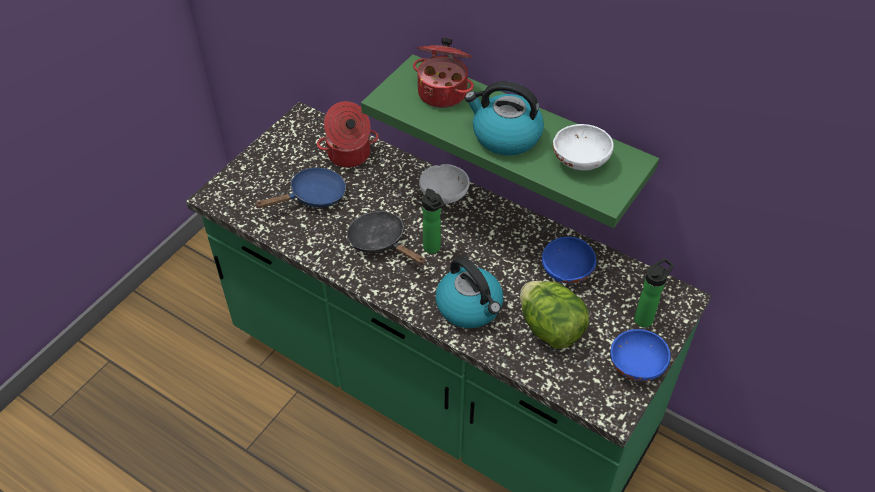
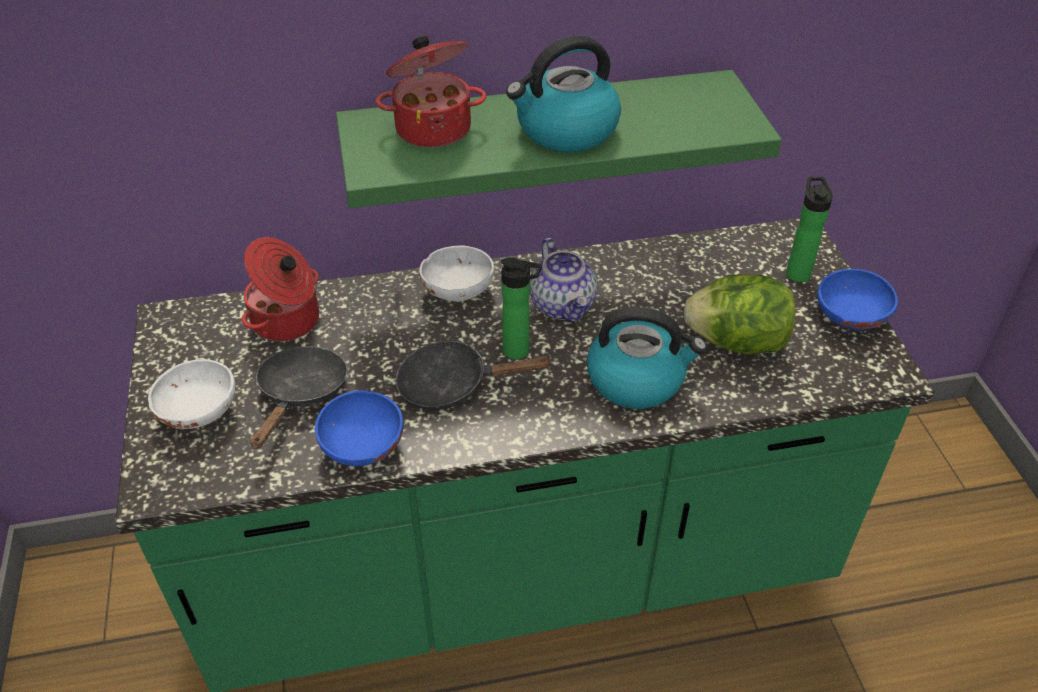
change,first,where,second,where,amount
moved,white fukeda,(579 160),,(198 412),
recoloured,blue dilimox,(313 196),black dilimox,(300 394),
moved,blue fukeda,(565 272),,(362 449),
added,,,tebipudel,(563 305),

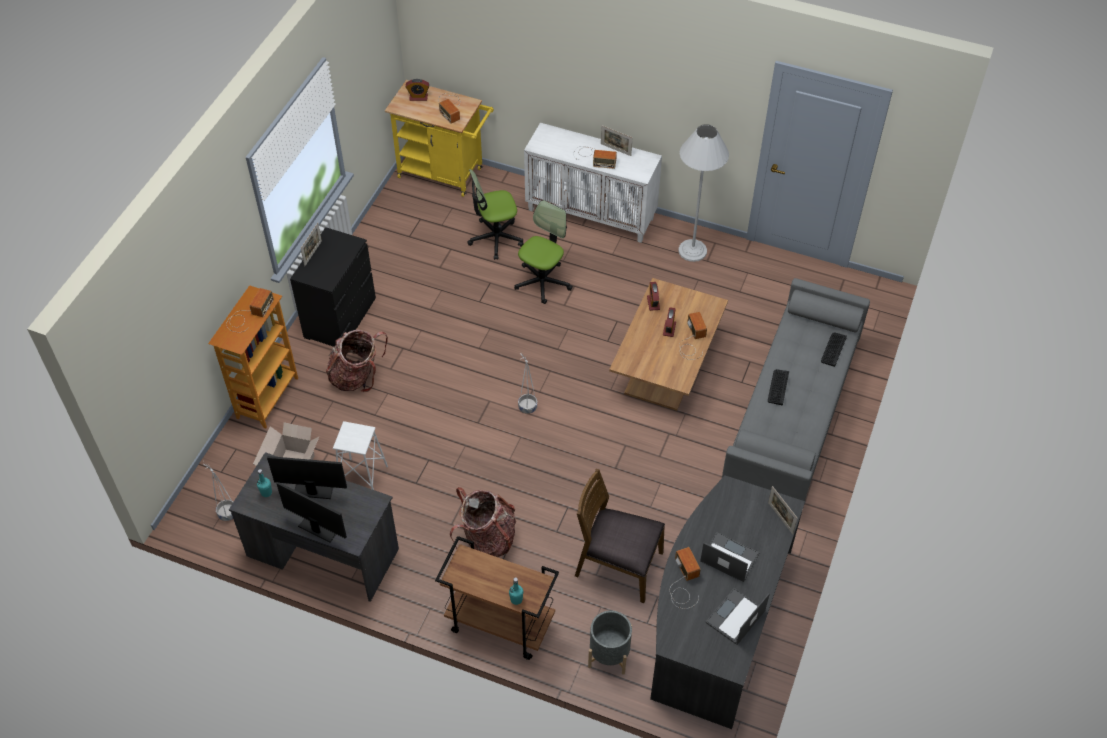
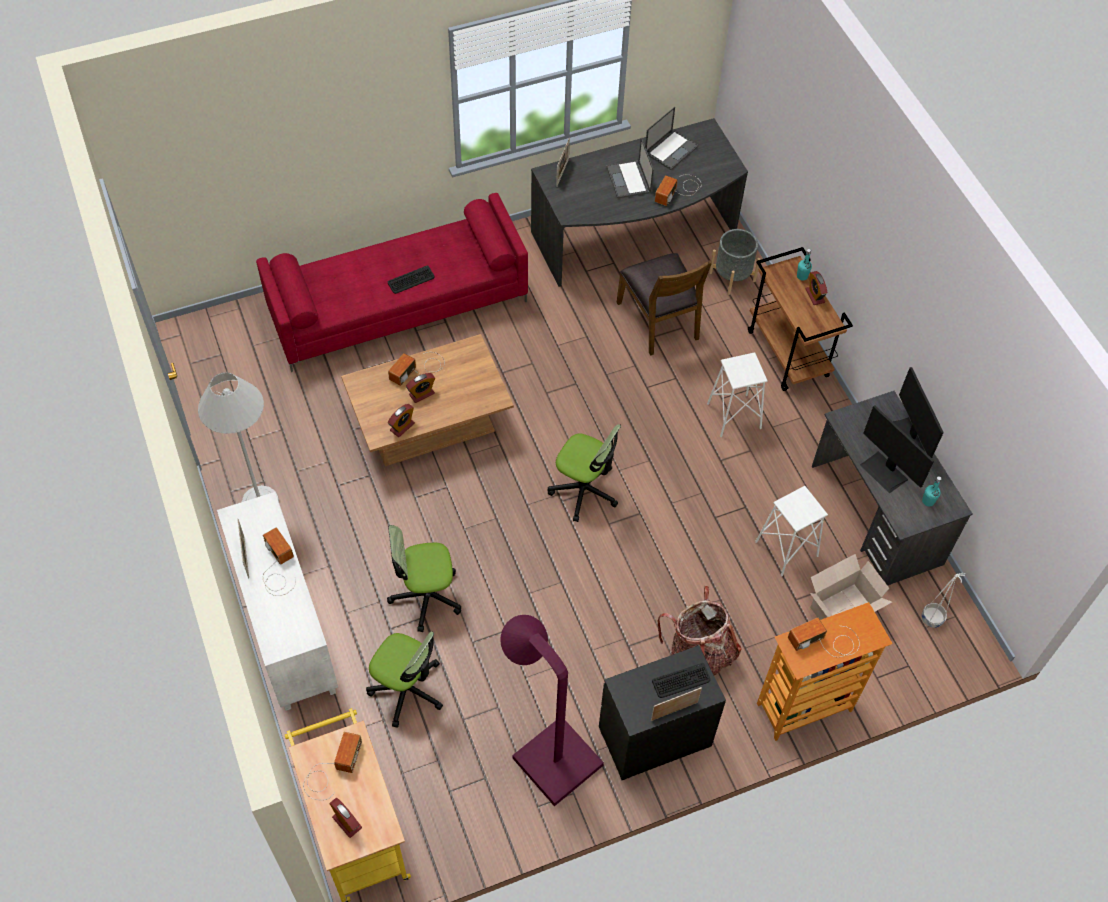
change,first,where,second,where,amount
recoloured,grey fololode,(791 417),red fololode,(399 305),
moved,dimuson,(833 349),,(681 681),
replaced,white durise,(527 407),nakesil,(584 490),
replaced,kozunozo,(487 539),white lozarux,(734 416),
turned,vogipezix,(735 617),,(671 149),45 degrees counterclockwise
added,,,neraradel,(815 296),
added,,,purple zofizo,(549 752),

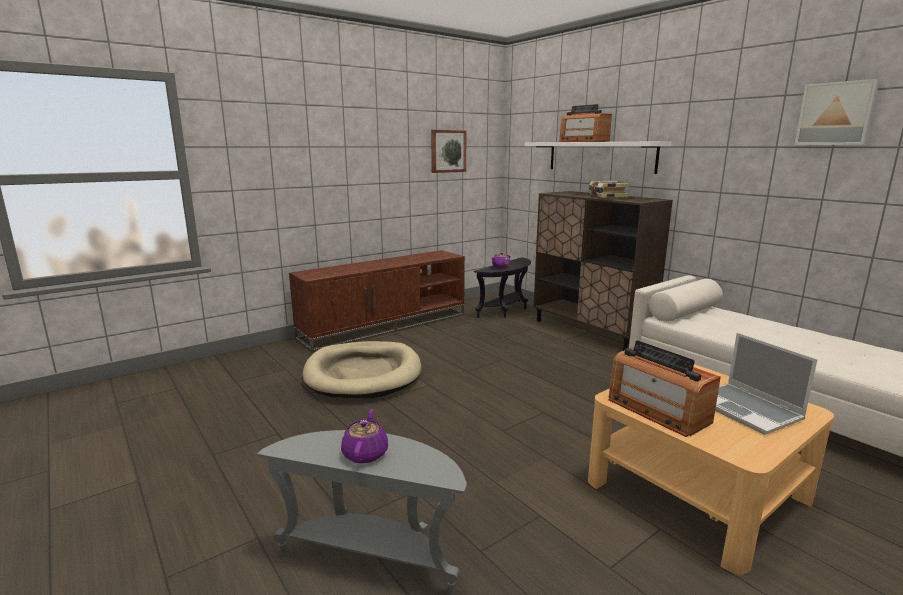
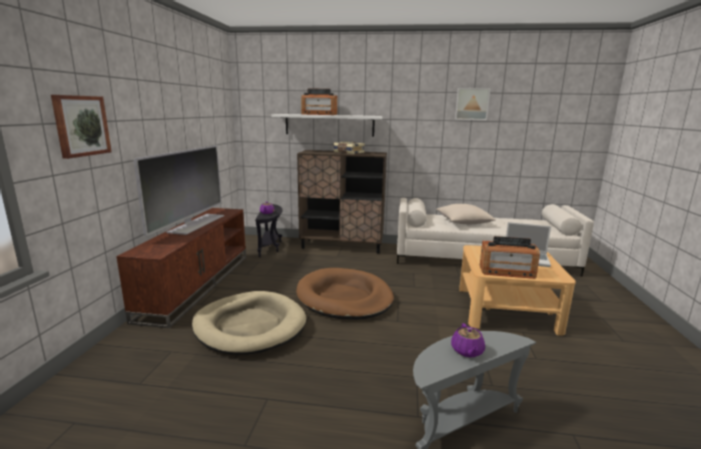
change,first,where,second,where,amount
moved,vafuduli,(448 151),,(81 125),
turned,purple tebipudel,(365 453),,(467 351),135 degrees counterclockwise
added,,,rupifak,(195 223),
added,,,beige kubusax,(463 222),
added,,,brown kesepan,(344 297),

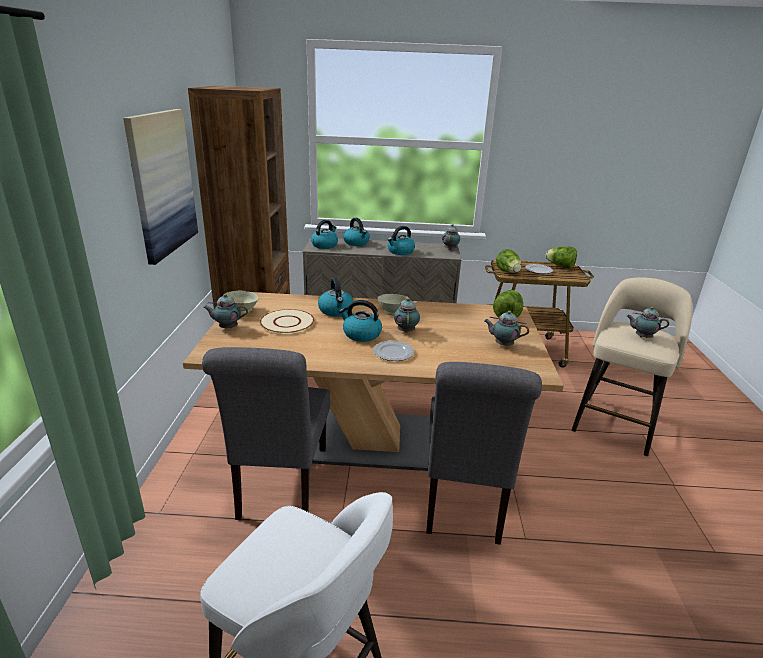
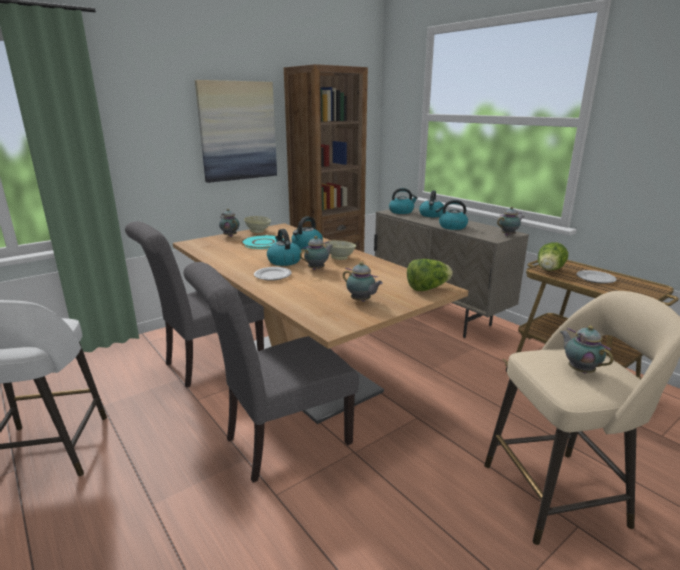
change,first,where,second,where,amount
removed,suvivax,(560 266),,,
recoloured,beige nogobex,(287 322),turquoise nogobex,(263 243),
turned,tebipudel,(502 344),,(361 301),150 degrees clockwise

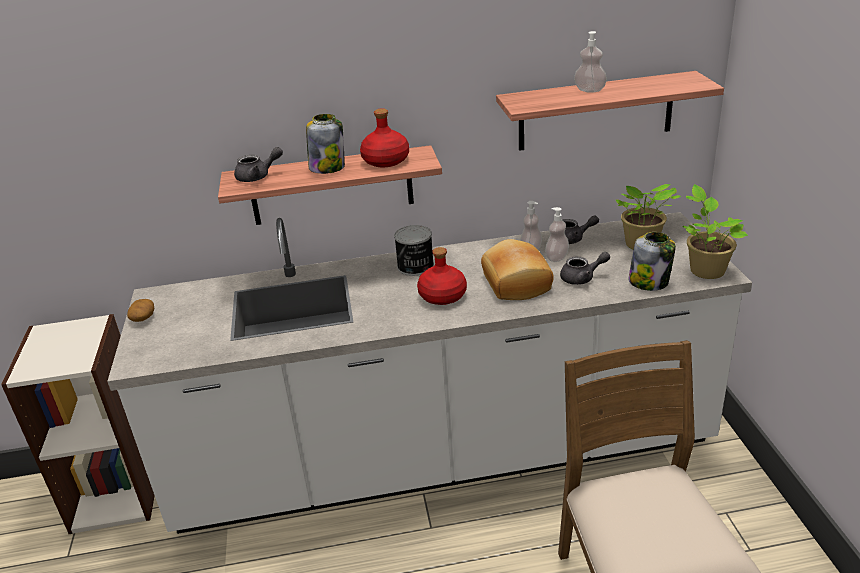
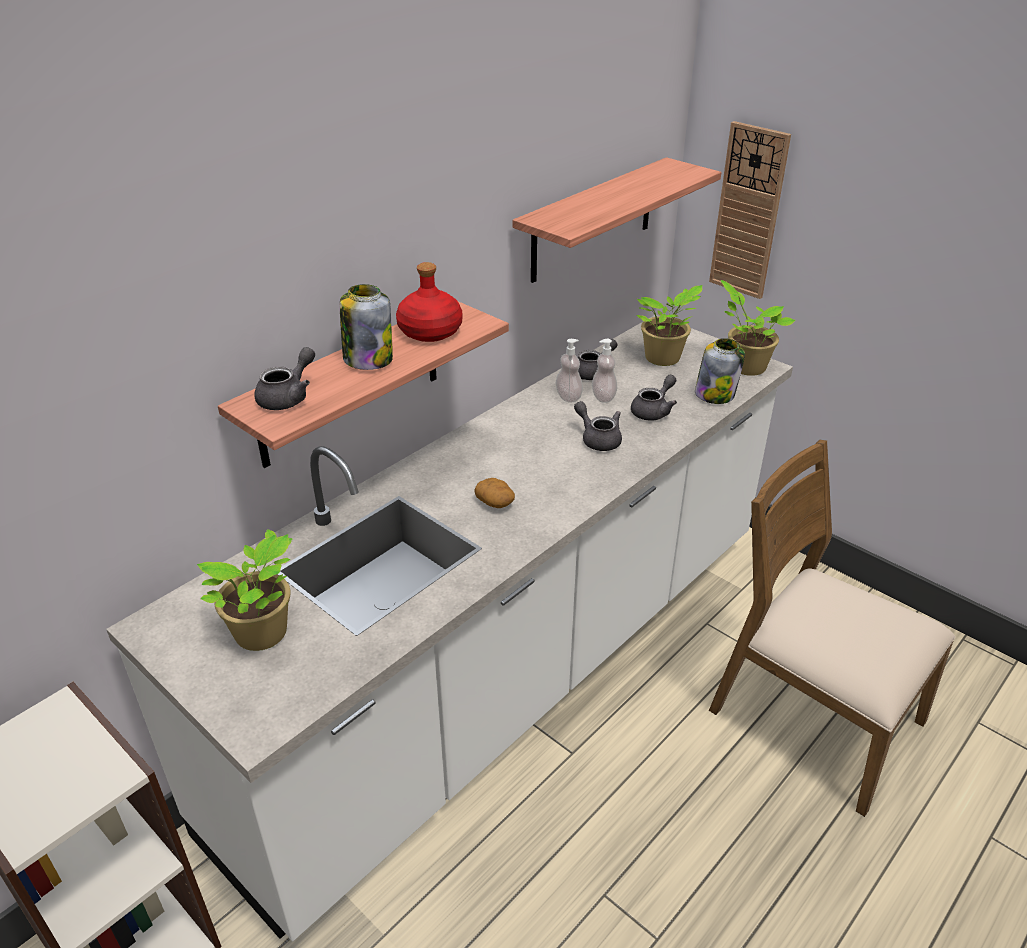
change,first,where,second,where,amount
removed,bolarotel,(589 90),,,
removed,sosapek,(415 267),,,
replaced,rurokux,(514 283),grey tebipudel,(598 439),
removed,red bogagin,(442 296),,,
moved,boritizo,(143 318),,(495 502),
added,,,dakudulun,(748 212),
added,,,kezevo,(264 635),

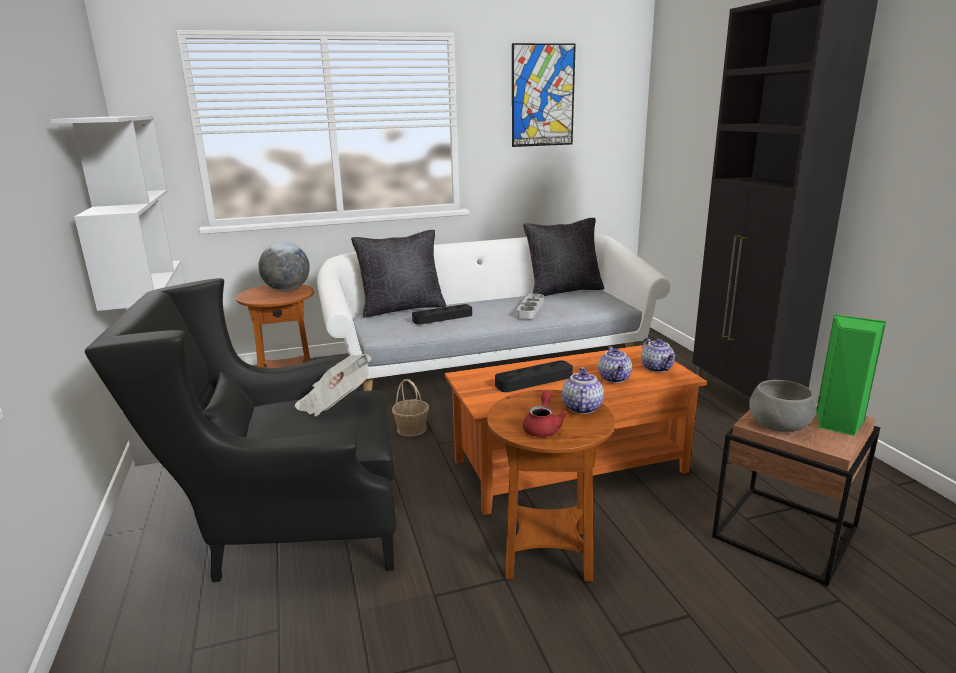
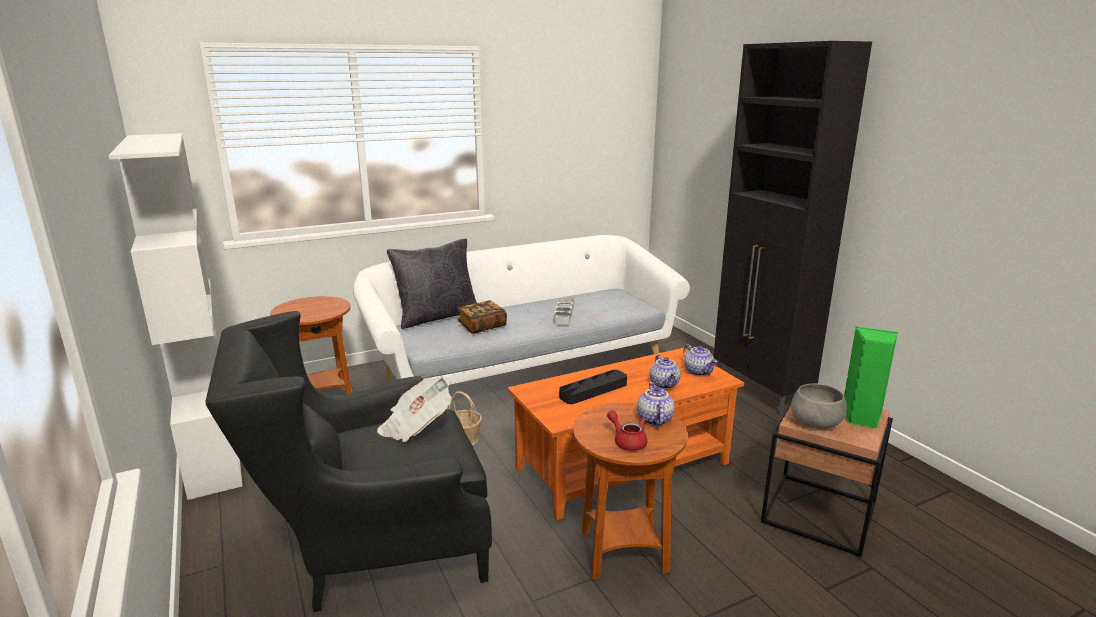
change,first,where,second,where,amount
removed,vafuduli,(542 95),,,
removed,black kubusax,(563 291),,,
removed,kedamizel,(287 290),,,
replaced,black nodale,(442 318),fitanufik,(482 326),
turned,red tebipudel,(543 427),,(627 441),45 degrees counterclockwise

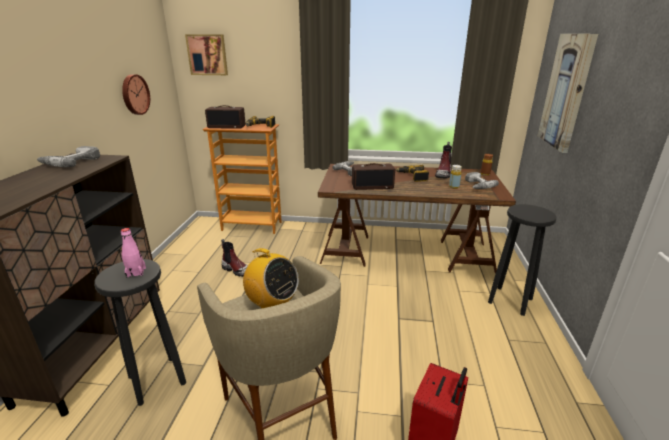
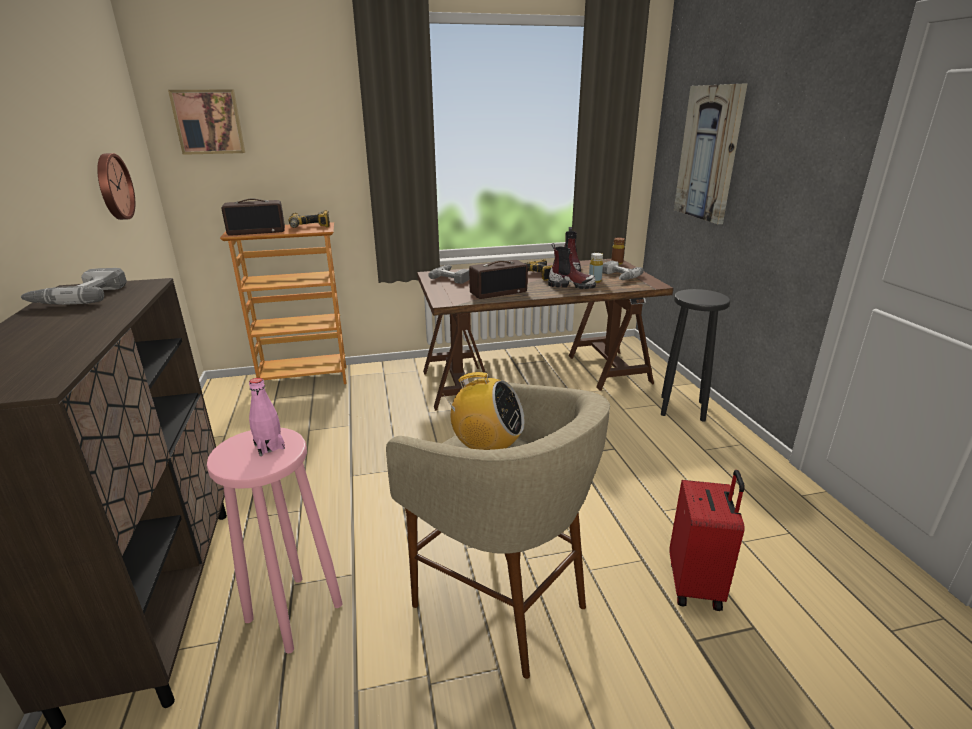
change,first,where,second,where,amount
moved,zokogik,(236 270),,(571 285),
recoloured,black lozarux,(156 380),pink lozarux,(293 613),

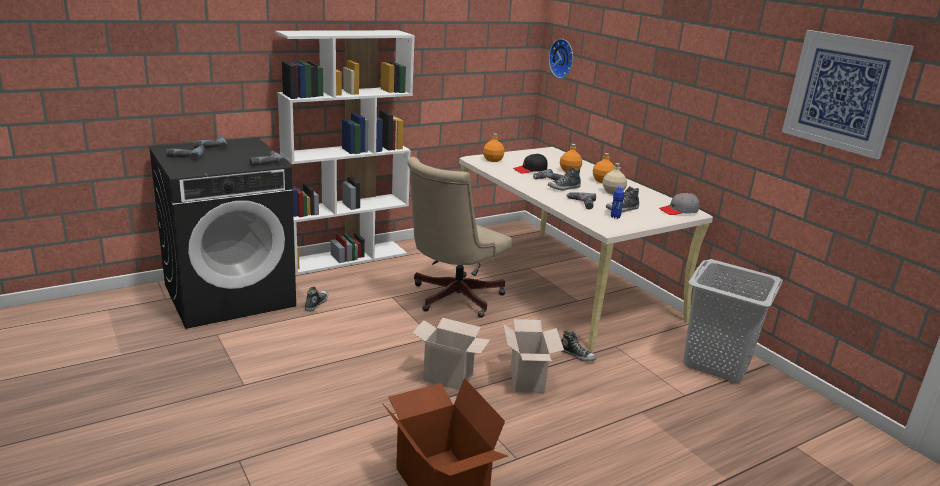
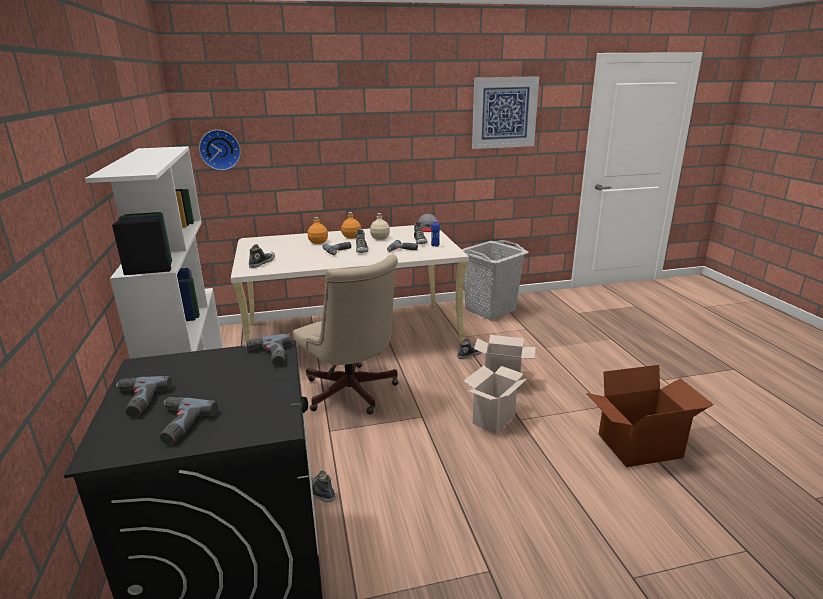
change,first,where,second,where,amount
replaced,orange bogagin,(493 160),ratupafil,(262 263),
removed,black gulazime,(530 170),,,

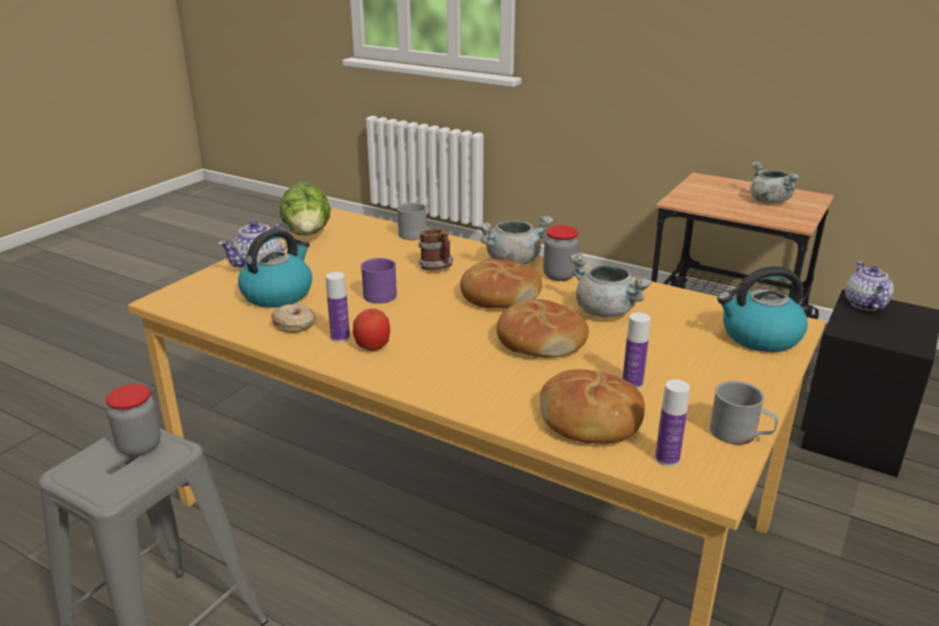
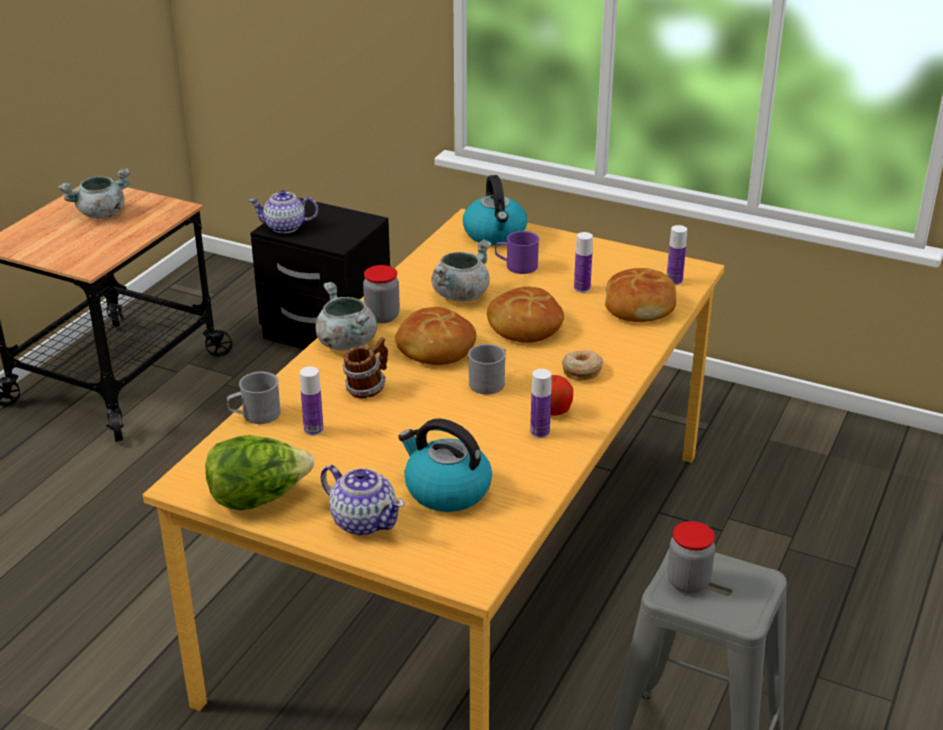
change,first,where,second,where,amount
moved,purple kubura,(382 293),,(516 266),
moved,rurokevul,(295 325),,(581 371),
moved,grey kubura,(740 434),,(490 381),
added,,,bogagin,(313 430),

